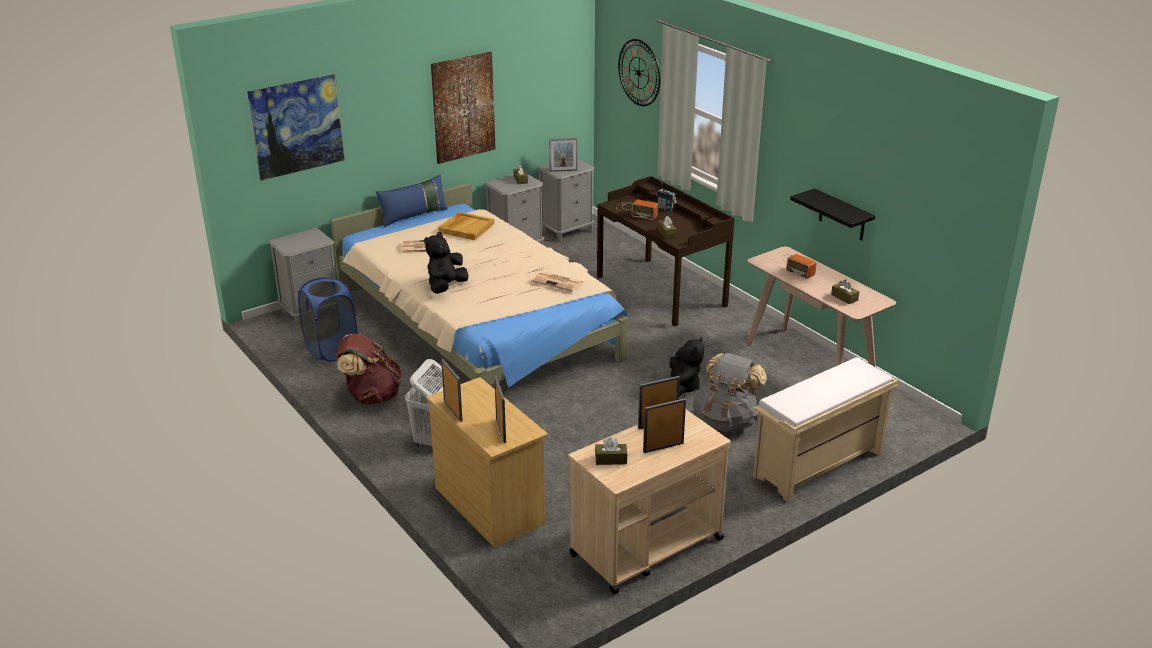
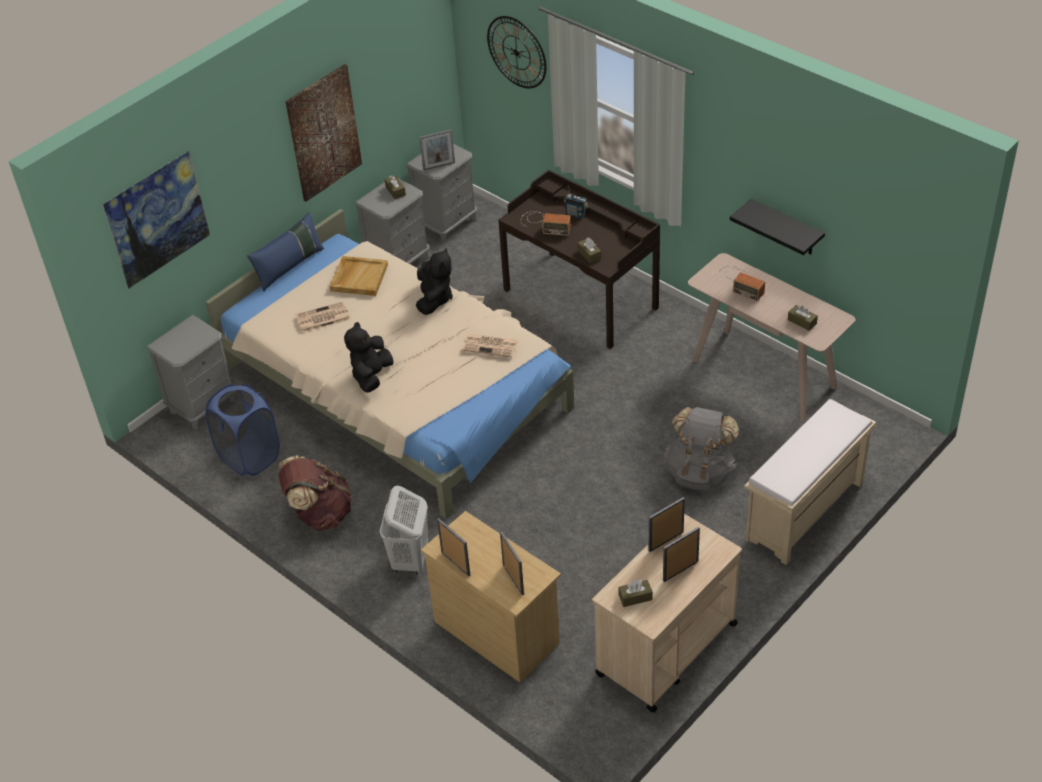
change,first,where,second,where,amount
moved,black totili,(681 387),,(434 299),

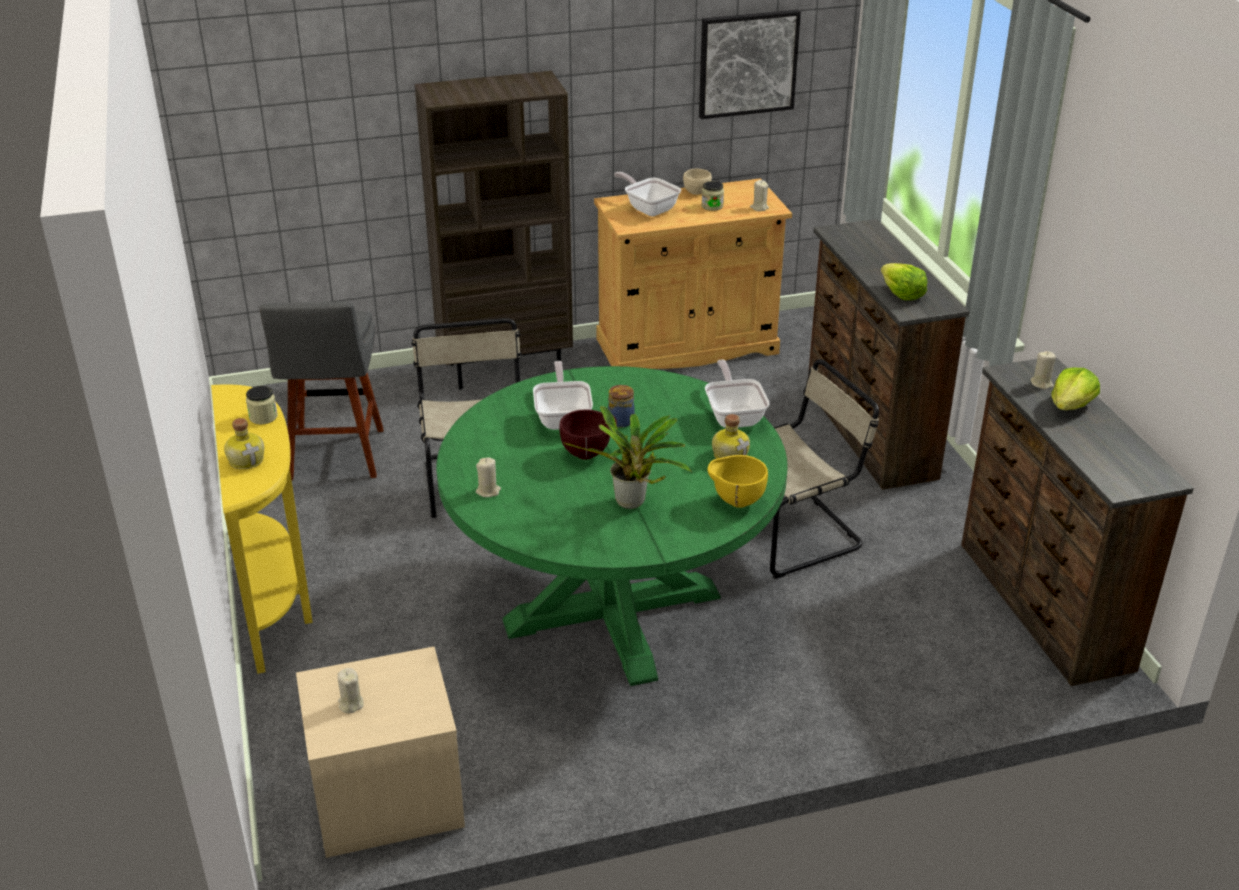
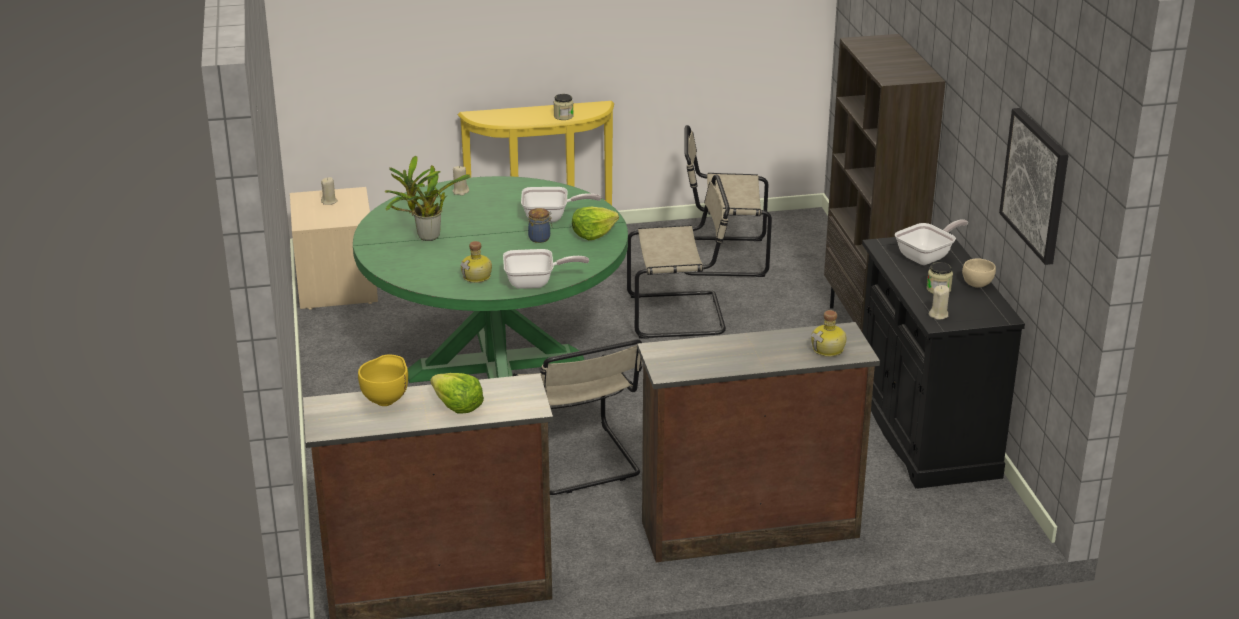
change,first,where,second,where,amount
recoloured,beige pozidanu,(687 346),black pozidanu,(925 430),
moved,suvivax,(901 294),,(593 234),
replaced,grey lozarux,(335 458),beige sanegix,(720 257),
removed,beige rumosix,(1041 383),,,
removed,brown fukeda,(588 454),,,
moved,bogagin,(247 460),,(829 350),
moved,yellow fukeda,(735 502),,(386 400),

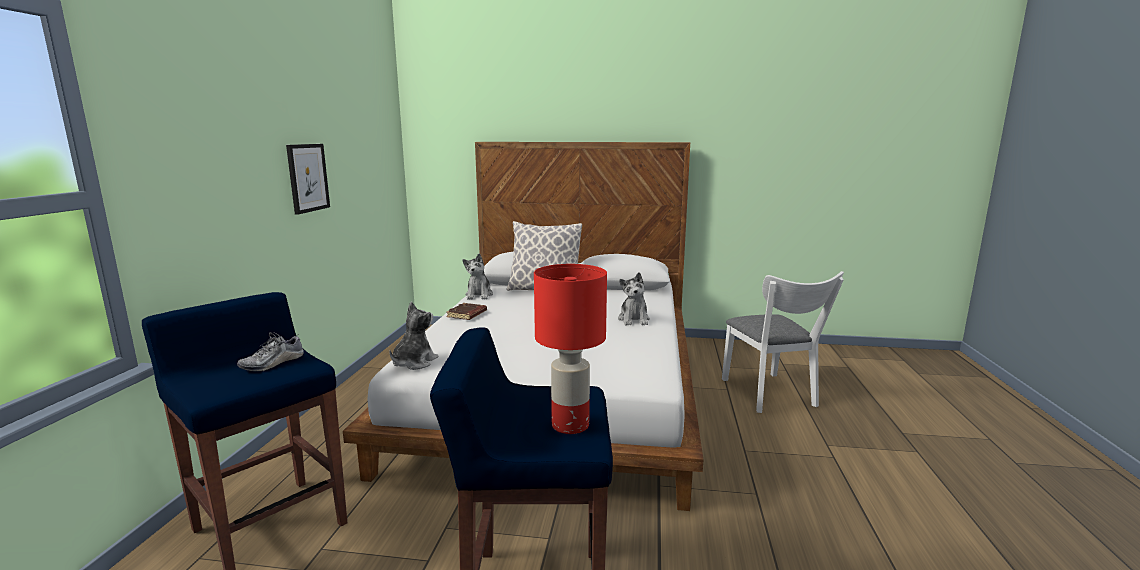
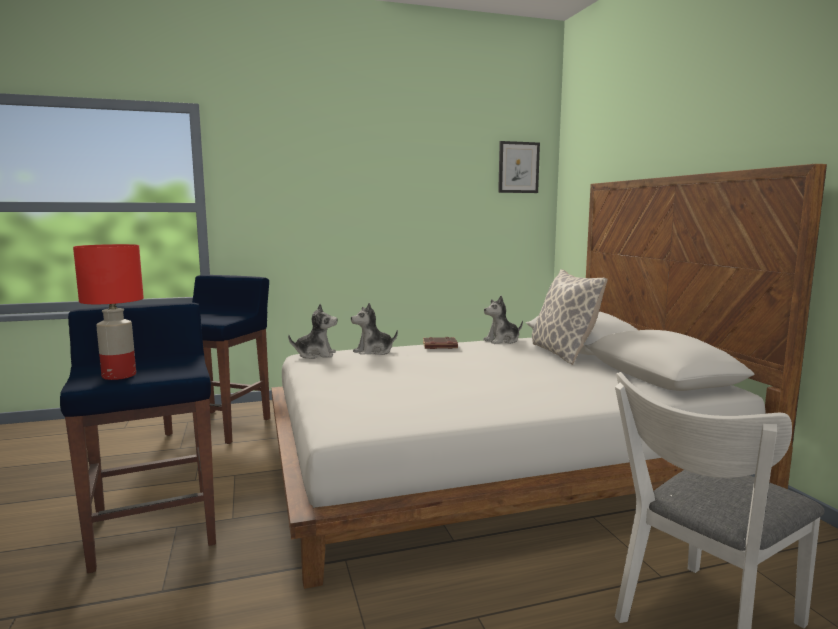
change,first,where,second,where,amount
moved,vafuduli,(308 177),,(518 167),
moved,totili,(634 319),,(373 352),
removed,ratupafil,(273 363),,,

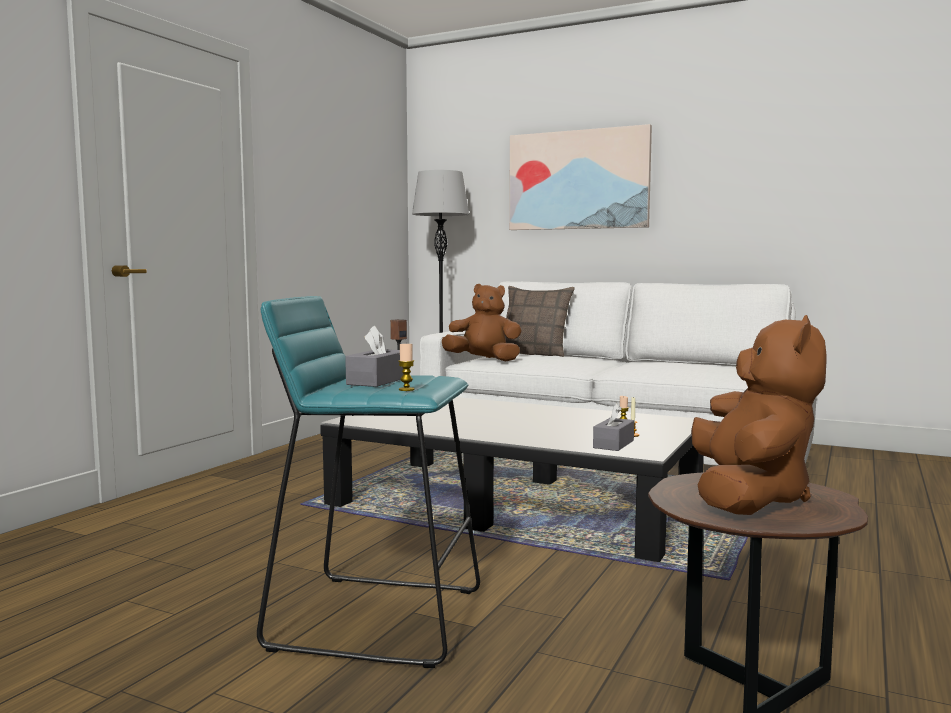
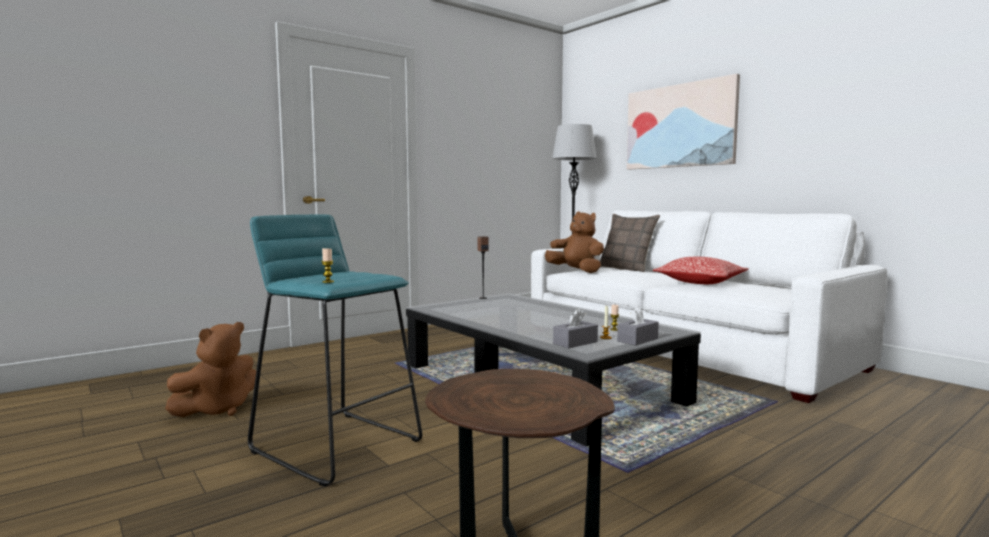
change,first,where,second,where,amount
moved,brown totili,(748 498),,(218 409),
moved,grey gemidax,(377 381),,(637 340),
added,,,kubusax,(700 282),

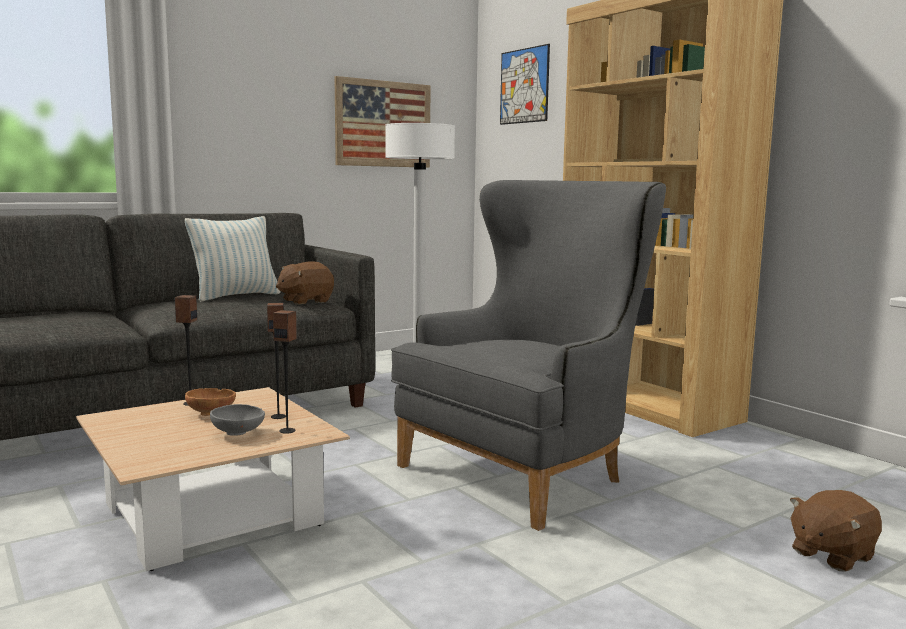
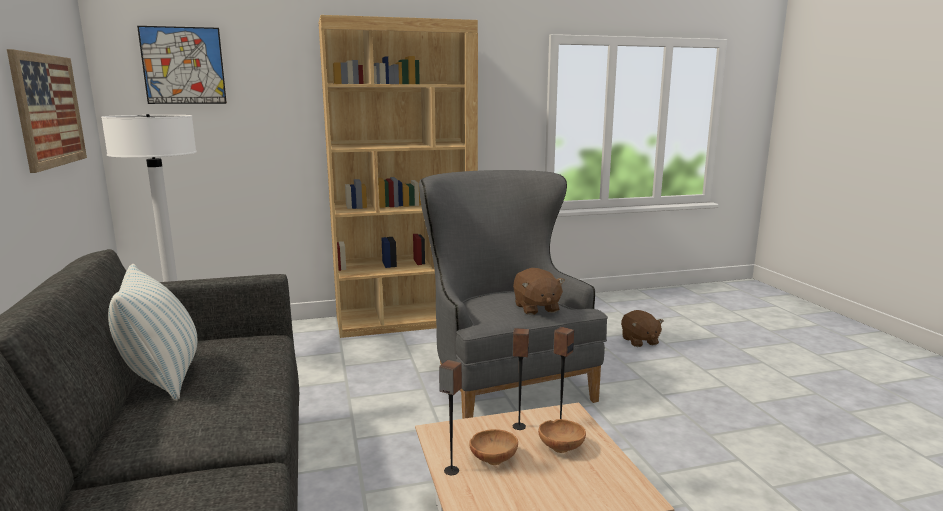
change,first,where,second,where,amount
moved,brown totili,(305 301),,(536 308),
recoloured,grey fukeda,(239 434),brown fukeda,(561 447),

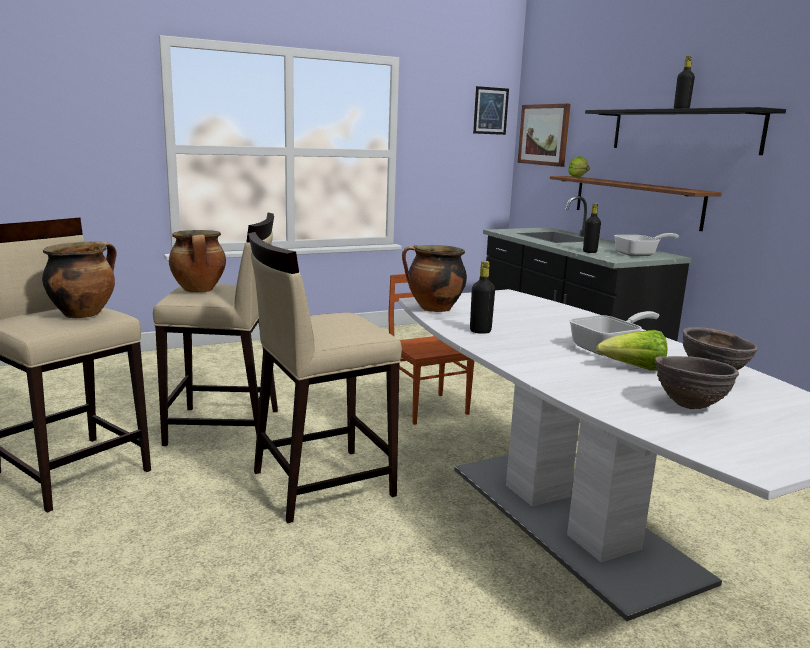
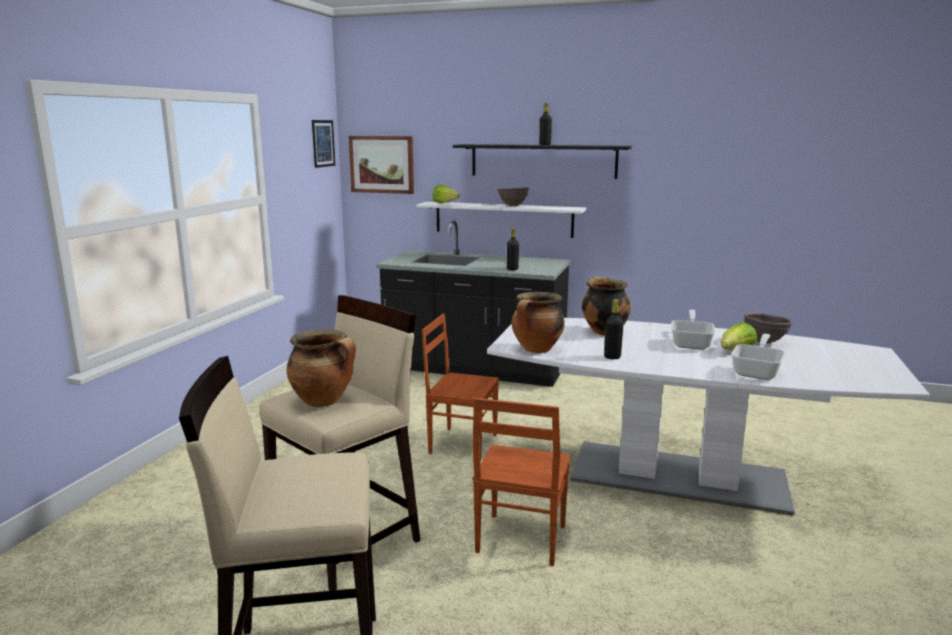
change,first,where,second,where,amount
recoloured,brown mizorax,(635 201),white mizorax,(503 219),
replaced,beige lozarux,(321 483),brown sanegix,(519 540),
moved,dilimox,(640 254),,(757 371),
moved,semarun,(84 313),,(603 331),
moved,brown fukeda,(690 406),,(513 206),

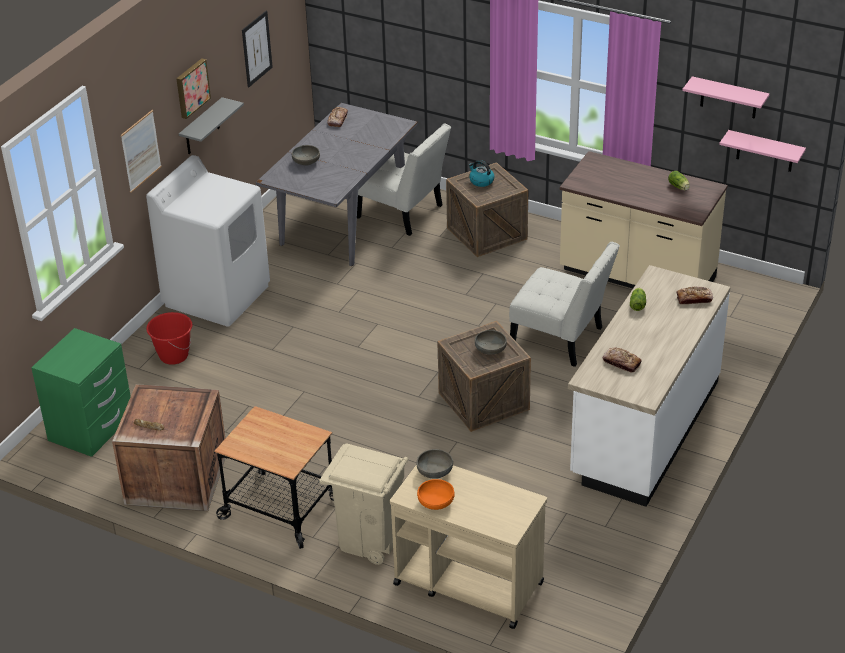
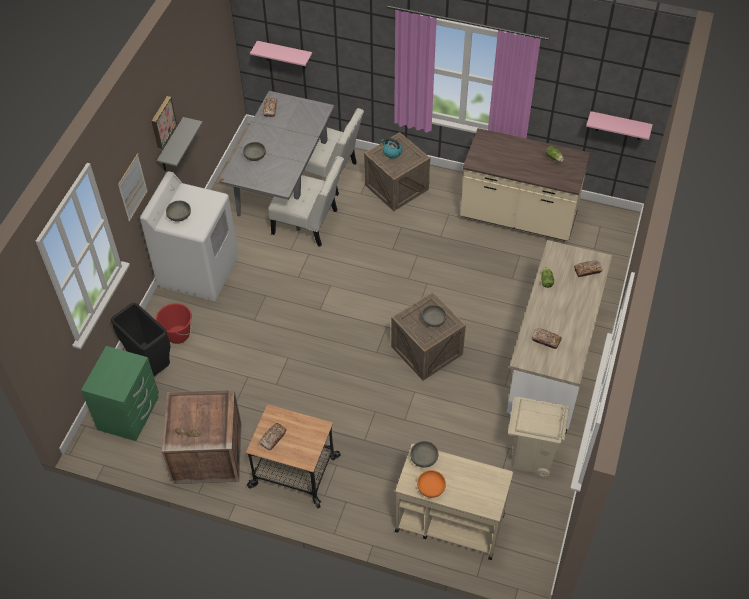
change,first,where,second,where,amount
removed,vafuduli,(256 48),,,
moved,pink mizorax,(729 98),,(285 55),
moved,white sanegix,(561 339),,(308 223),
moved,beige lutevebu,(369 540),,(531 456),
added,,,grey fukeda,(179 216),
added,,,black lutevebu,(150 365),
added,,,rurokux,(273 438),

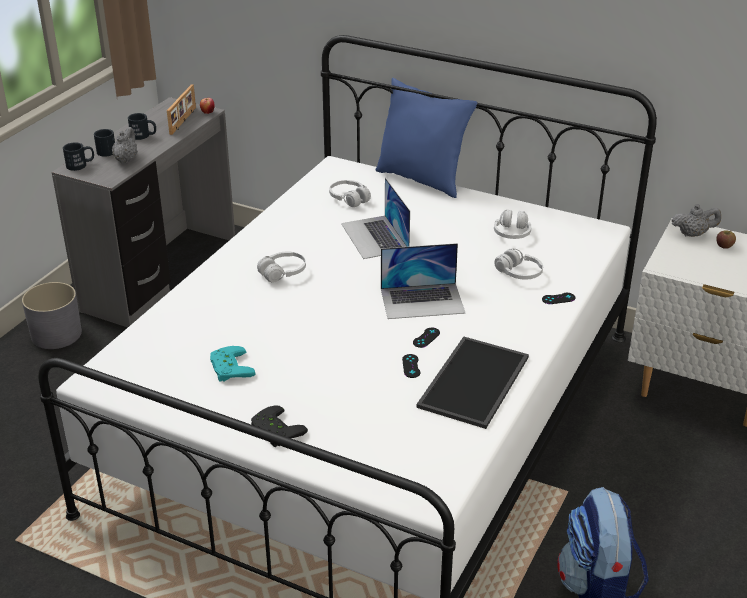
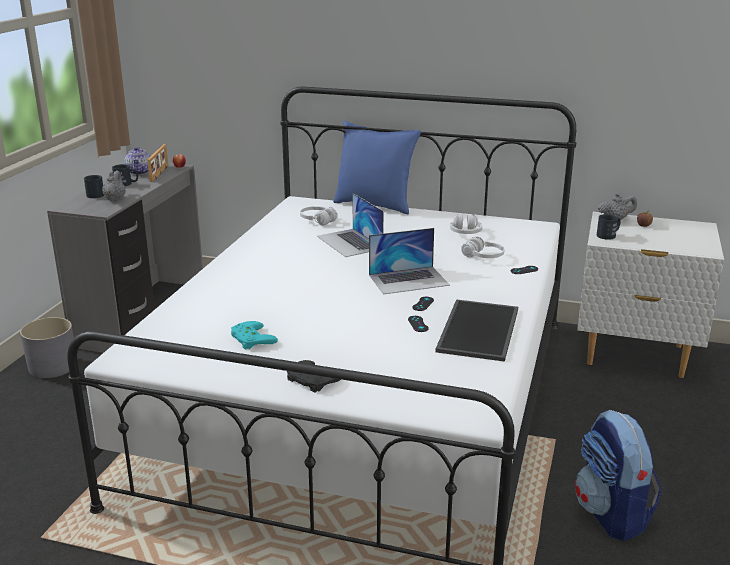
change,first,where,second,where,amount
moved,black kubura,(80 165),,(609 235),
removed,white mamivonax,(283 273),,,
added,,,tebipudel,(139 172),

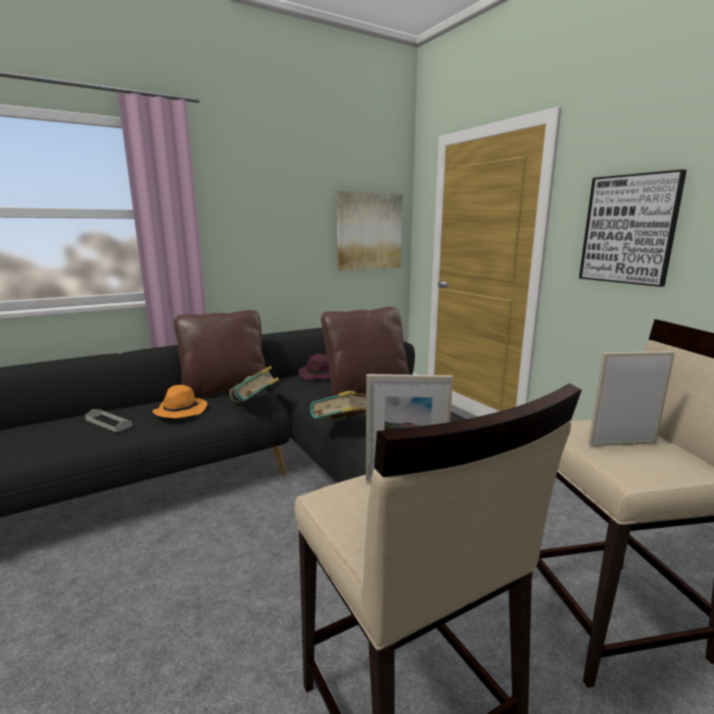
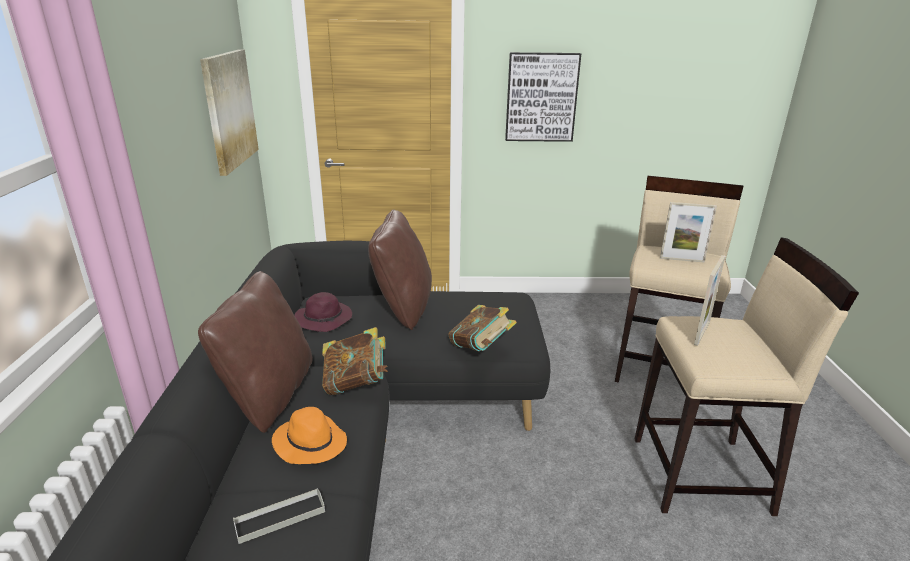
change,first,where,second,where,amount
turned,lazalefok,(622 443),,(682 260),105 degrees counterclockwise

